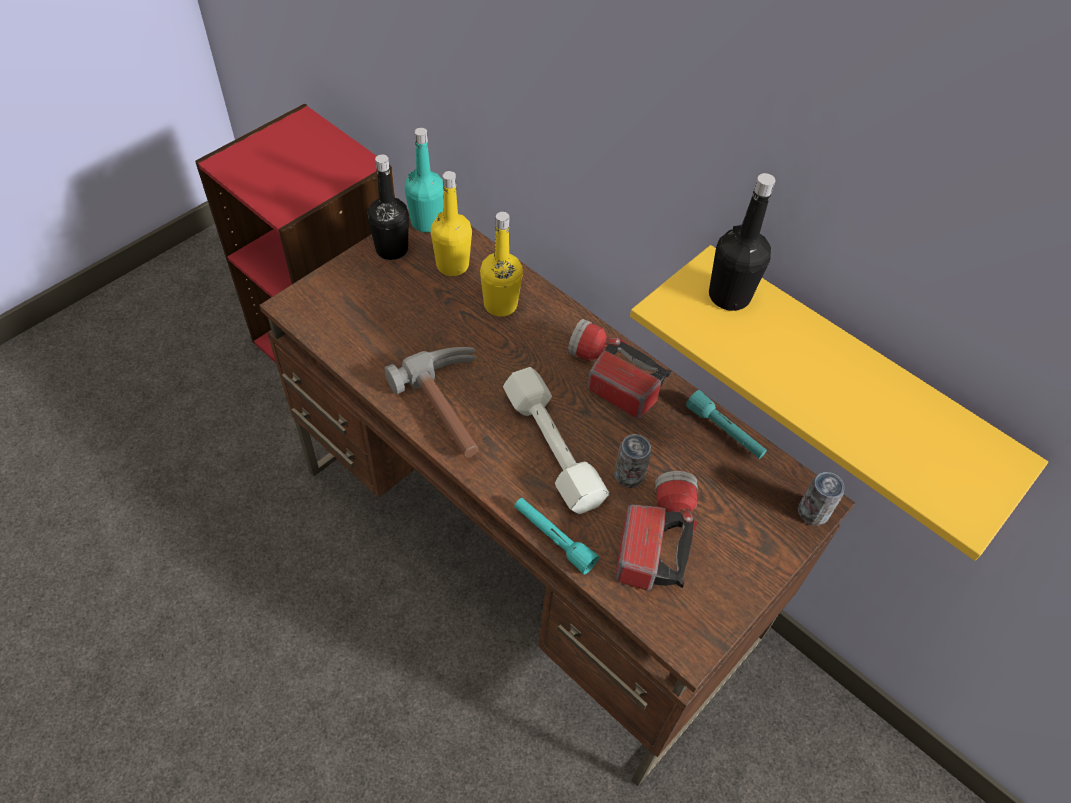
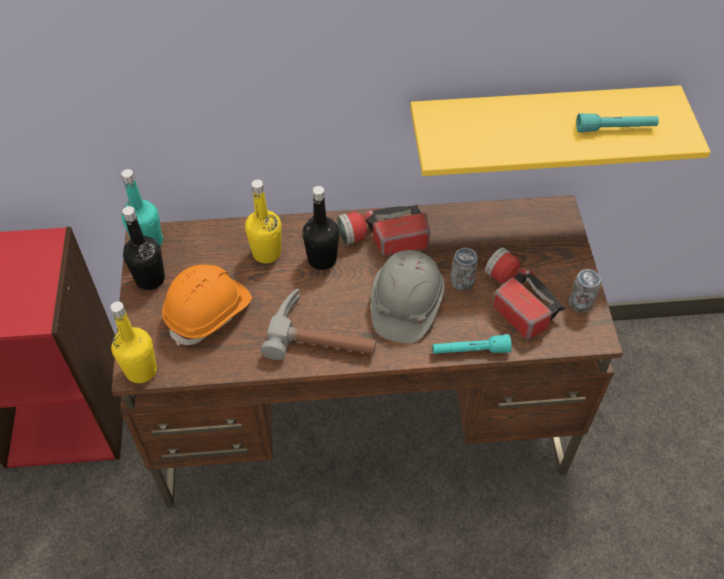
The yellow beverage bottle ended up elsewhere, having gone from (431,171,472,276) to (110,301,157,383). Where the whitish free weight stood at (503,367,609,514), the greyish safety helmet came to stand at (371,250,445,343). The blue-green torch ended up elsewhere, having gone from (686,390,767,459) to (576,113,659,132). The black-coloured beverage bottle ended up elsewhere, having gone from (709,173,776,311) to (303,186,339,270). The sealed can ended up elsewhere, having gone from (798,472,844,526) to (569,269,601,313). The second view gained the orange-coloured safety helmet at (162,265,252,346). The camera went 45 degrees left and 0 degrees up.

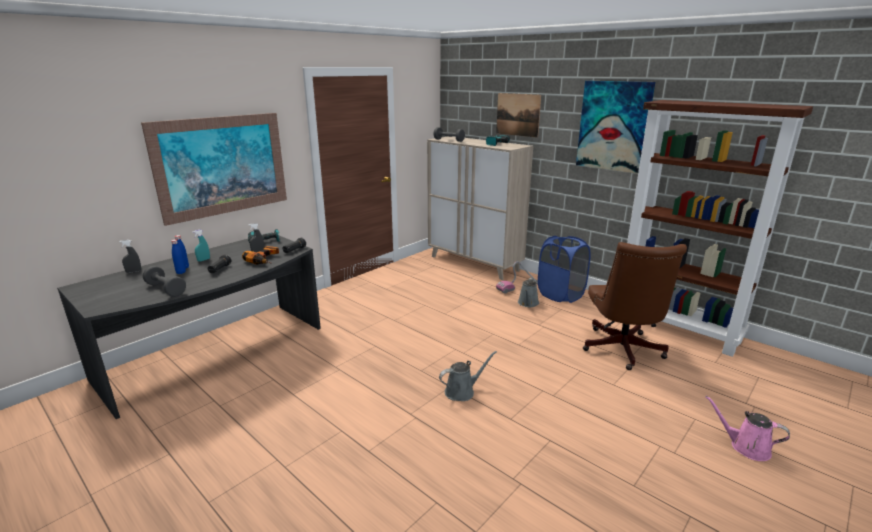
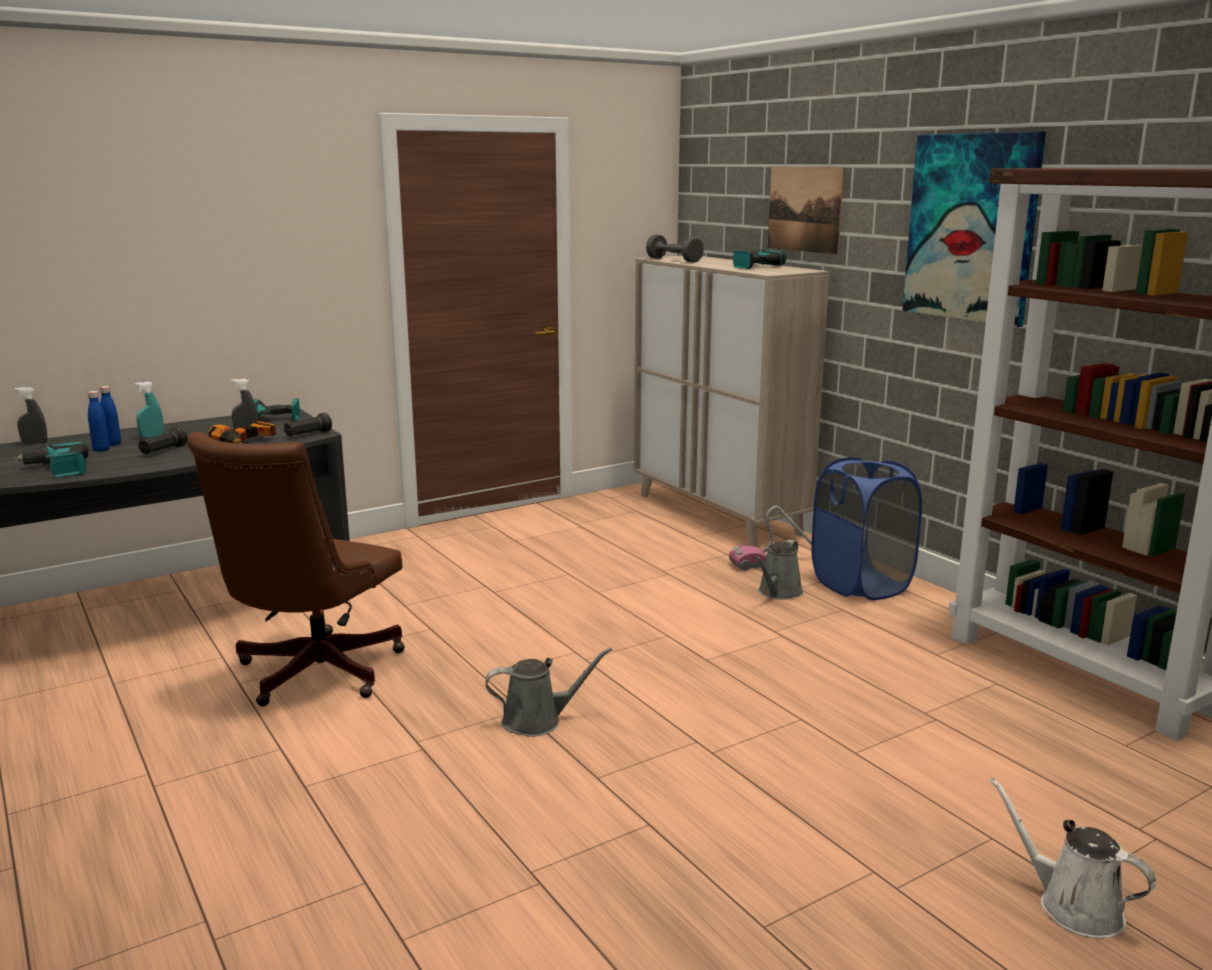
The second view lost the wall art at (141,113,287,226). Where the greyish free weight stood at (143,266,186,297), the power drill came to stand at (14,441,89,477). The brown computer chair ended up elsewhere, having gone from (583,242,687,370) to (187,432,405,706). What was the pink-coloured watering pot at (705,396,790,461) turned into the whitish watering pot at (989,777,1156,938). The camera went 15 degrees right and 5 degrees down.

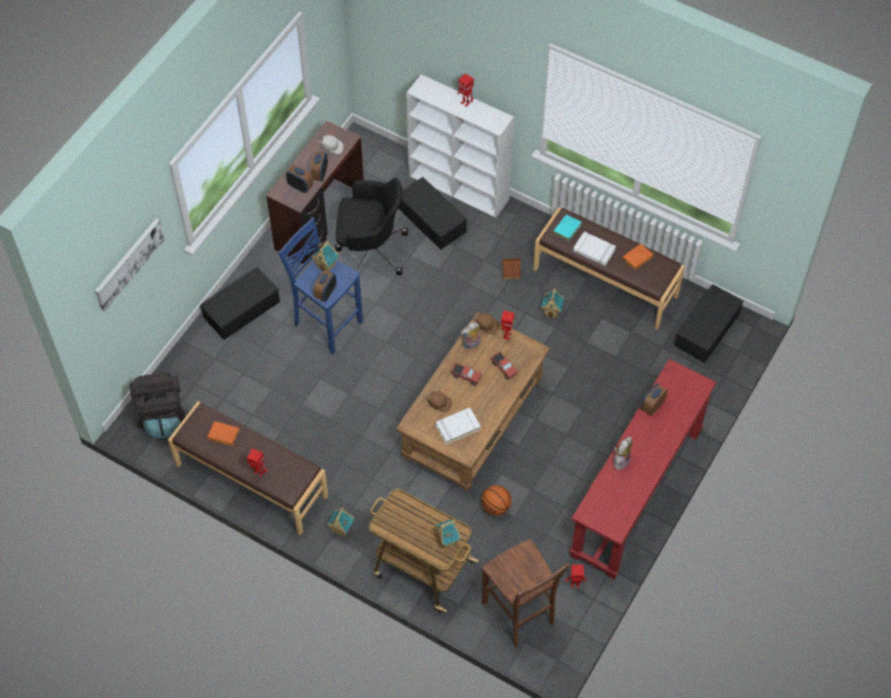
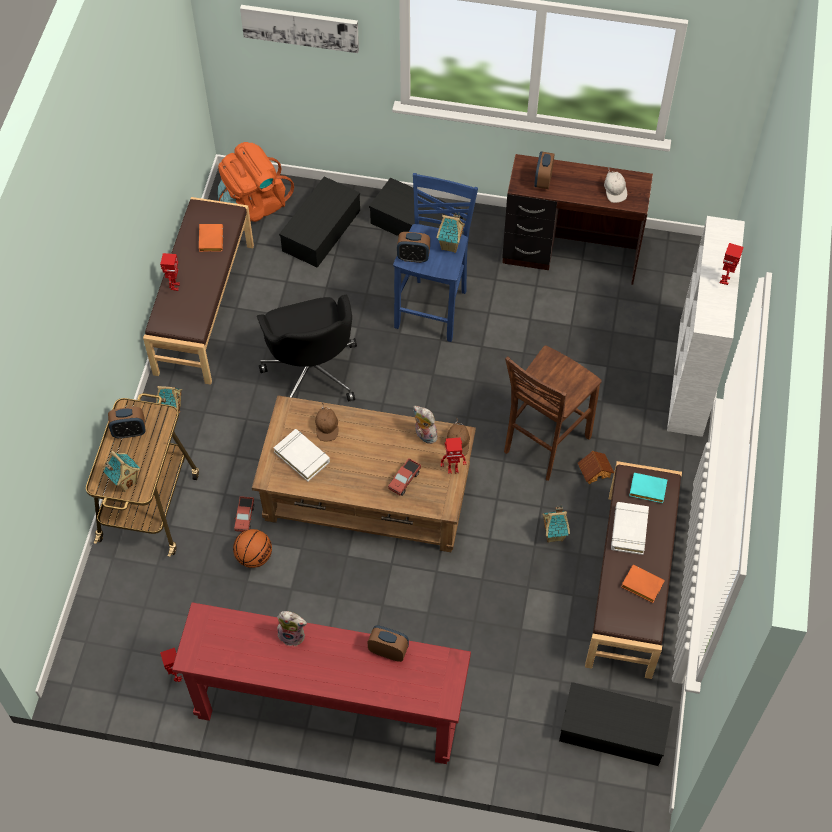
What was the black-coloured backpack at (129,373,185,439) turned into the orange-coloured backpack at (218,142,294,222). The bedside clock ended up elsewhere, having gone from (310,151,328,181) to (108,407,146,438). The black-coloured computer chair ended up elsewhere, having gone from (335,178,408,275) to (257,295,357,402). The black-coloured storage bin ended up elsewhere, having gone from (398,177,467,250) to (279,177,360,268). The toy lorry ended up elsewhere, having gone from (451,363,482,386) to (234,496,254,532). The brown sitting stool ended up elsewhere, having gone from (482,539,570,647) to (504,346,602,481). The camera went 70 degrees right and 0 degrees up.

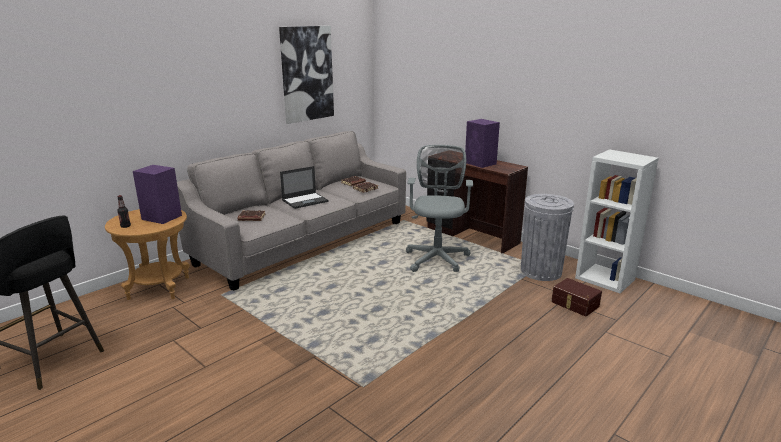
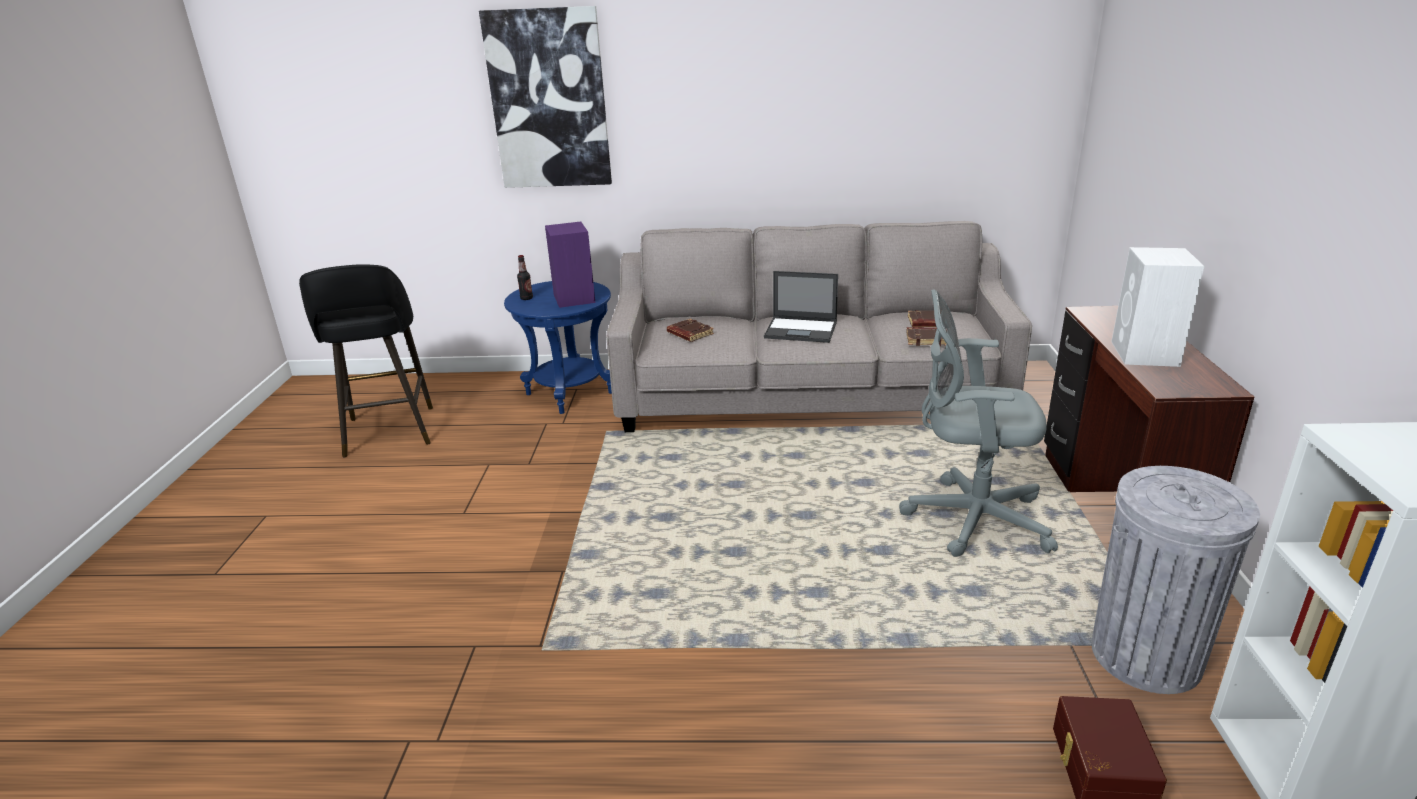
What was the brown end table at (105,209,190,300) turned into the blue end table at (504,281,612,414). The wall art ended up elsewhere, having gone from (279,26,334,124) to (479,6,612,188). The greyish computer chair at (406,145,473,272) ended up facing another way, 135 degrees counterclockwise from before. What was the purple-coloured loudspeaker at (465,119,500,168) turned into the whitish loudspeaker at (1111,247,1204,367). The camera went 50 degrees right and 5 degrees up.

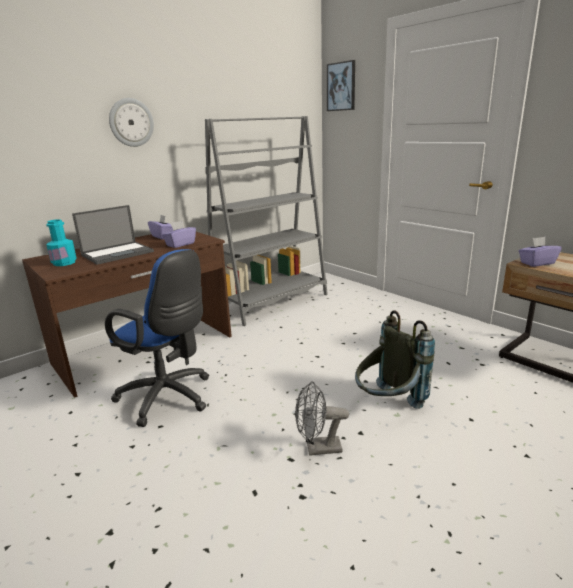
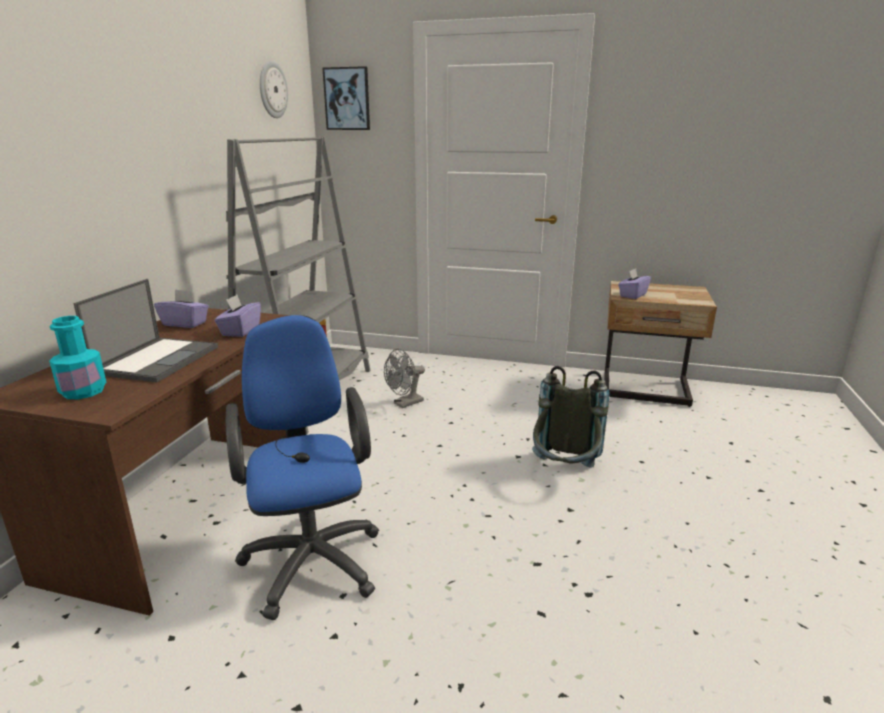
The blue computer chair at (105,249,209,427) ended up facing another way, 105 degrees counterclockwise from before. The wall clock ended up elsewhere, having gone from (109,98,154,147) to (260,61,288,118). The greyish cooling fan ended up elsewhere, having gone from (295,381,349,456) to (384,349,425,408). The camera went 35 degrees left and 0 degrees up.

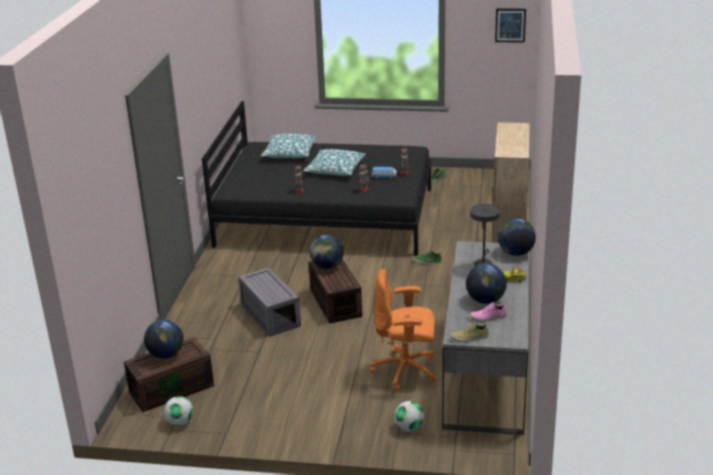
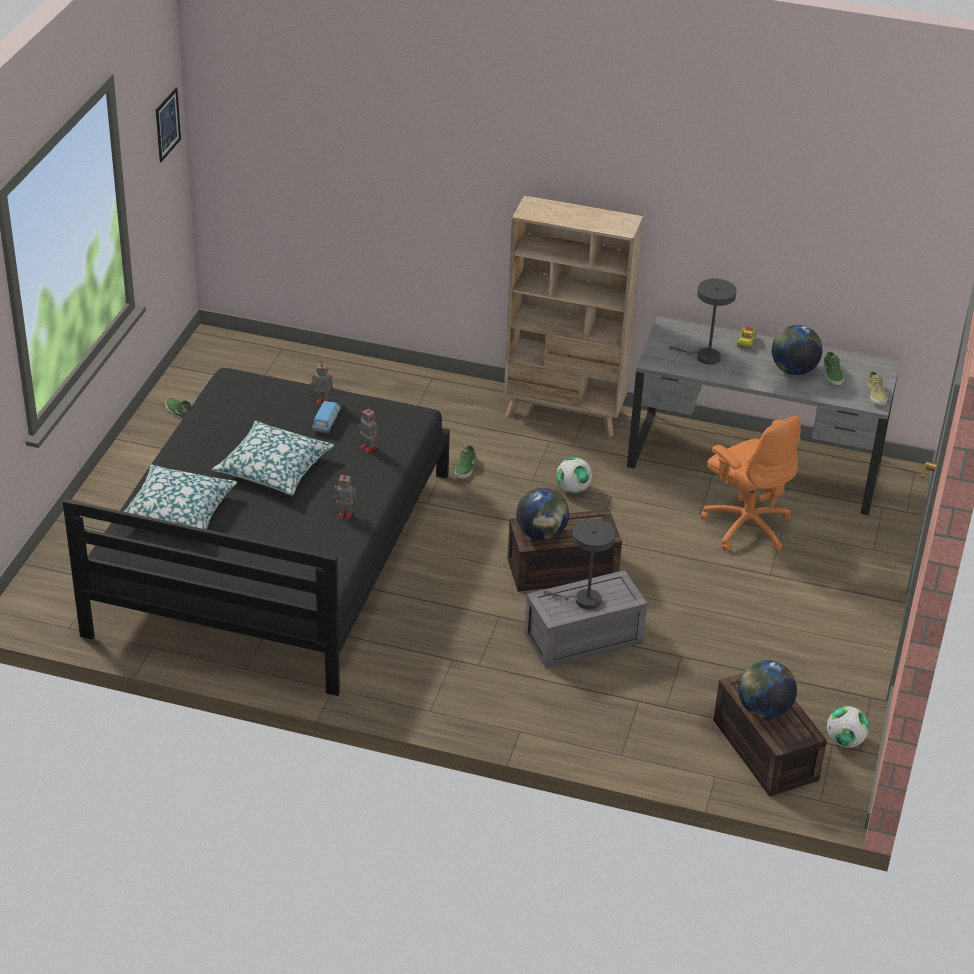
The orange-coloured computer chair at (371,269,437,391) ended up facing another way, 45 degrees counterclockwise from before. The football ended up elsewhere, having gone from (394,401,424,431) to (556,458,592,493). What was the pink-coloured shoe at (469,302,507,322) turned into the green-coloured shoe at (823,352,844,385). The second view lost the globe at (498,218,536,256). The second view gained the greyish table lamp at (543,518,615,609). The camera went 85 degrees left and 10 degrees up.

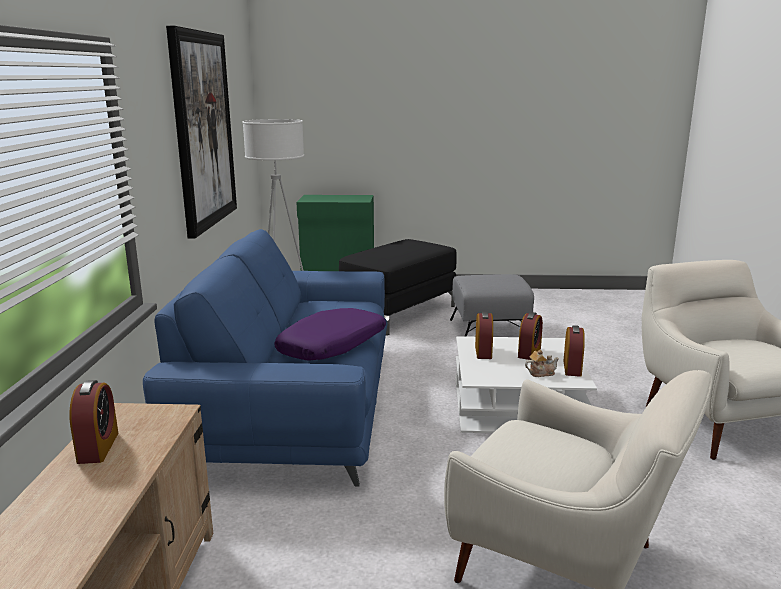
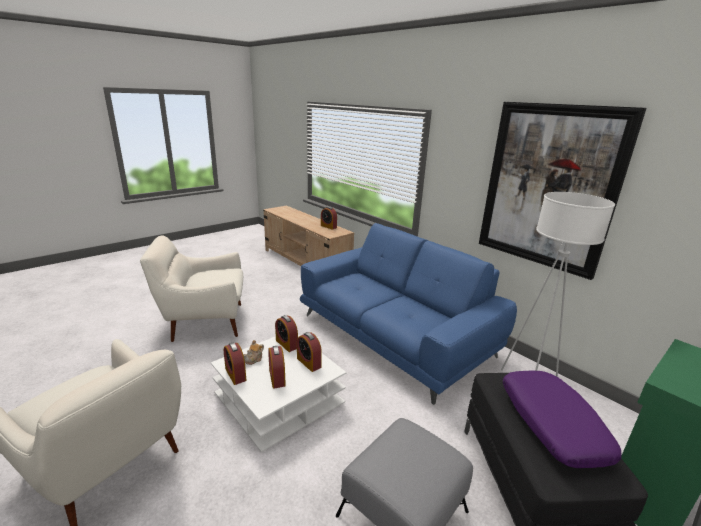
The purple-coloured cushion ended up elsewhere, having gone from (274,308,386,360) to (503,371,621,468). The second view gained the bedside clock at (275,315,298,352). The camera went 135 degrees right and 5 degrees up.

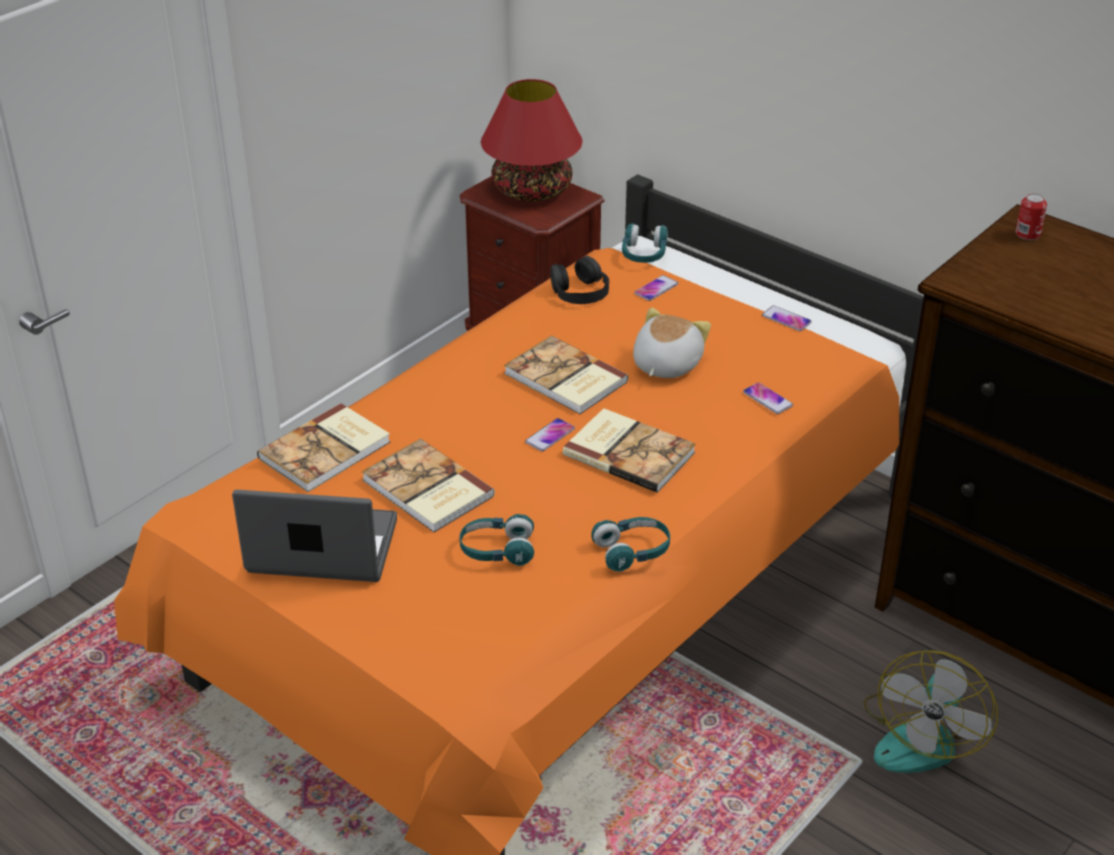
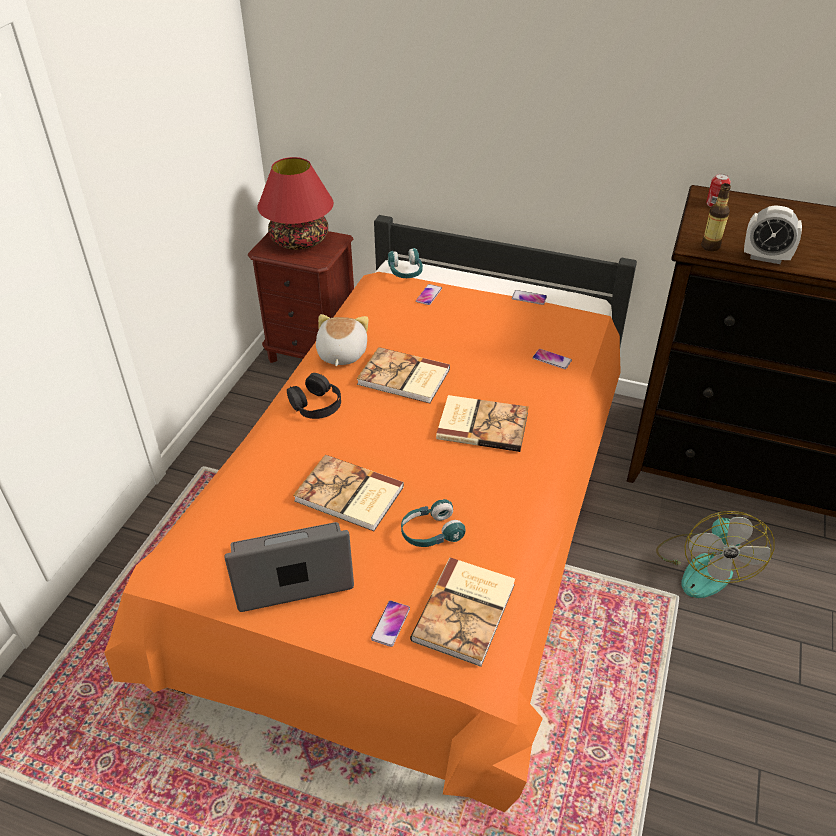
The volume ended up elsewhere, having gone from (257,403,390,492) to (410,558,515,667). The handset ended up elsewhere, having gone from (525,418,575,452) to (371,601,410,647). The black-coloured headset ended up elsewhere, having gone from (550,256,609,304) to (287,373,341,419). The second view lost the blue-green headset at (591,517,670,572). The soft toy ended up elsewhere, having gone from (633,308,711,378) to (316,314,368,366). The second view gained the beverage bottle at (701,183,731,251). The second view gained the bedside clock at (744,205,802,264). The camera went 20 degrees left and 5 degrees up.

